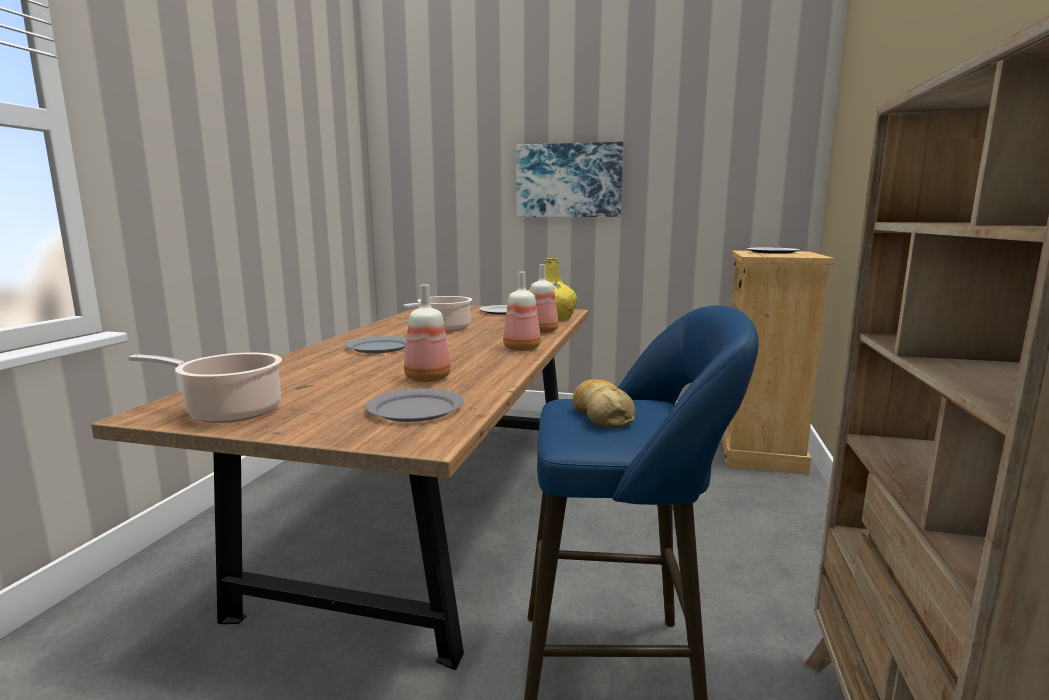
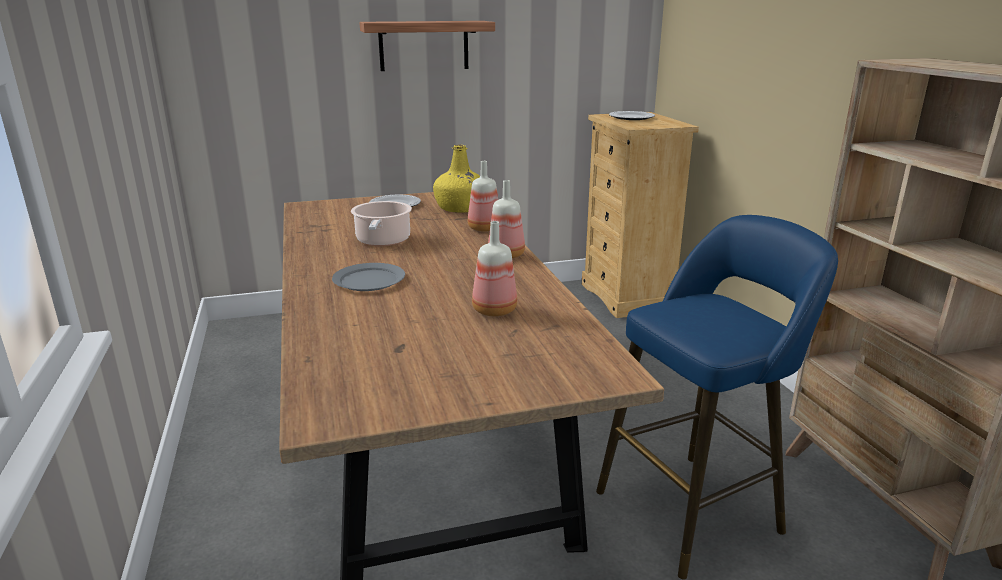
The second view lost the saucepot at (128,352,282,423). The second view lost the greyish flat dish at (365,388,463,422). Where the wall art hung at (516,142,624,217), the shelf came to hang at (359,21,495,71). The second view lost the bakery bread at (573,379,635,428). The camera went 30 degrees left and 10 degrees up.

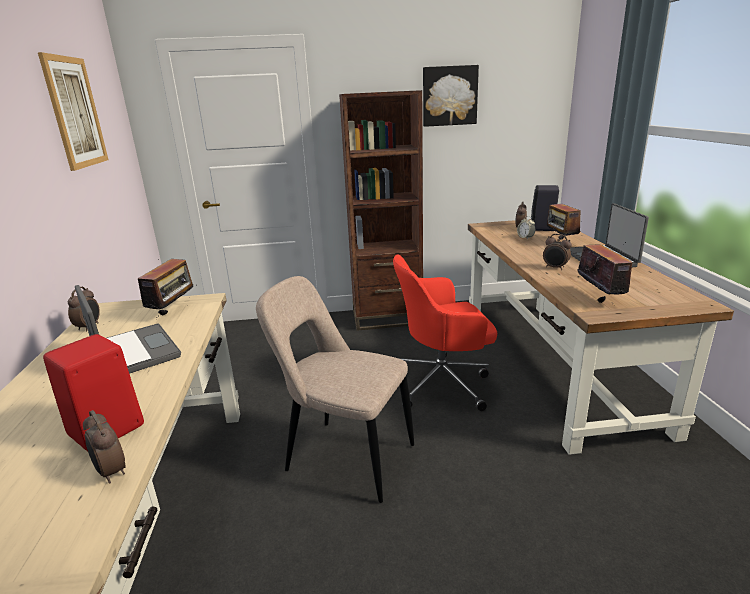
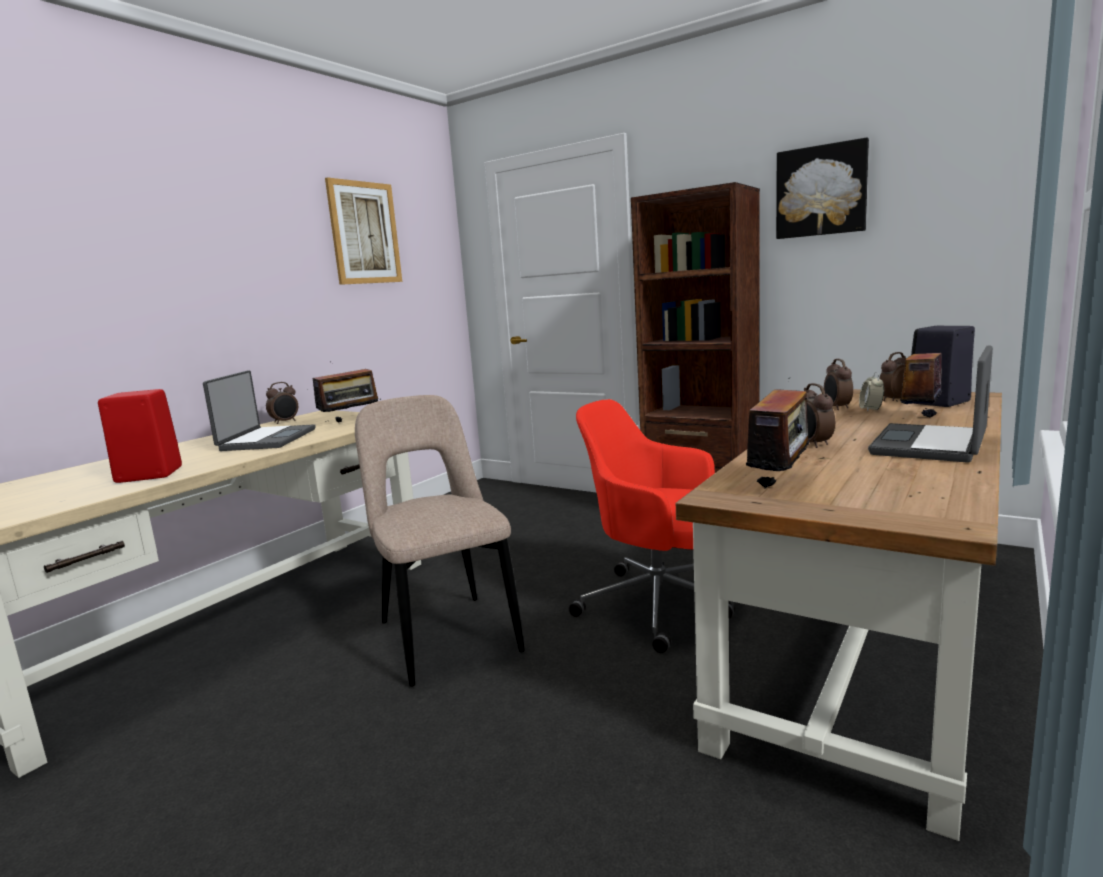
The bedside clock ended up elsewhere, having gone from (83,410,126,484) to (824,359,853,410). The camera went 40 degrees right and 10 degrees down.

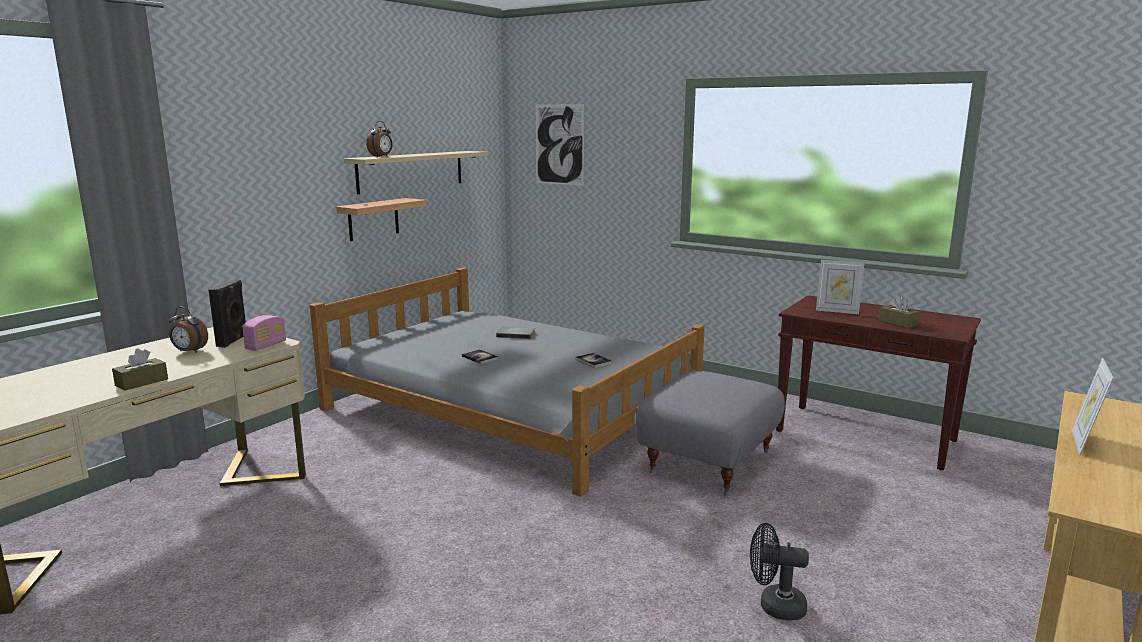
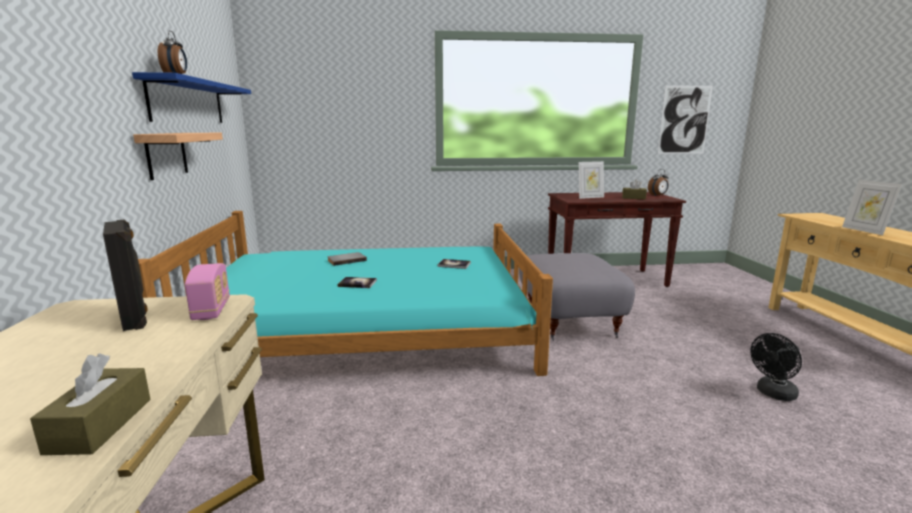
The bedside clock ended up elsewhere, having gone from (169,307,208,353) to (648,169,669,196). What was the greyish bedroom bed at (310,267,705,497) turned into the blue-green bedroom bed at (138,211,553,376). What was the beige-coloured shelf at (343,151,488,194) turned into the blue shelf at (132,72,251,123). The wall art ended up elsewhere, having gone from (536,104,584,186) to (658,85,713,154). The camera went 40 degrees left and 0 degrees up.

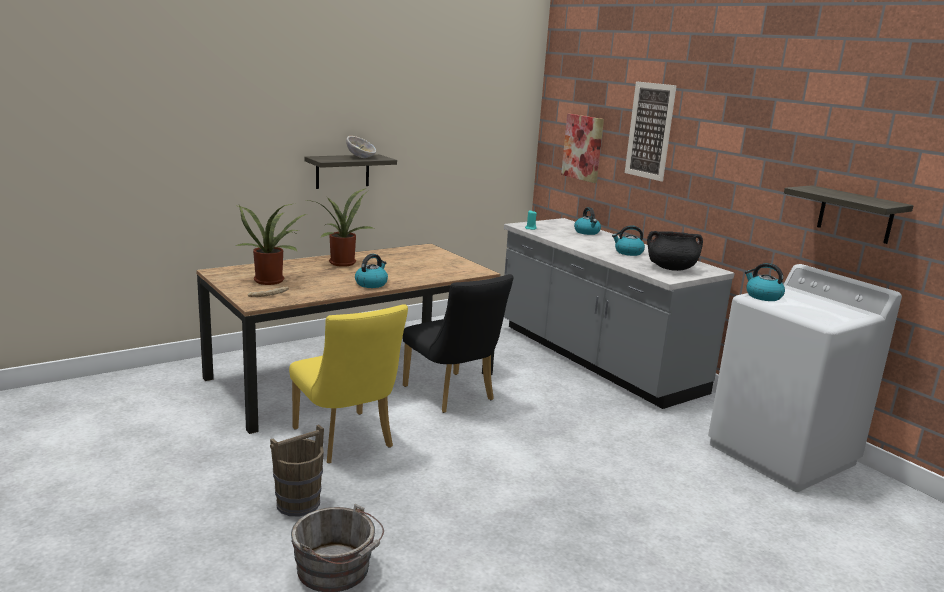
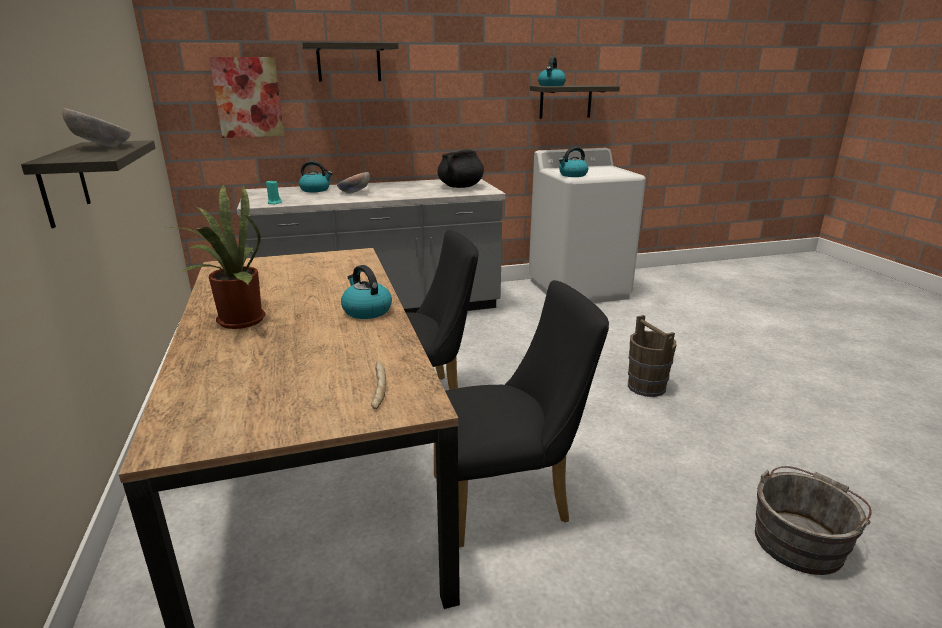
The second view lost the plant in a pot at (234,204,306,285). The brown bucket ended up elsewhere, having gone from (270,425,324,516) to (628,315,676,397). What was the yellow plain chair at (289,304,408,464) turned into the black-coloured plain chair at (434,280,609,548). The water kettle ended up elsewhere, having gone from (612,225,645,256) to (538,57,566,86). Where the wall art hung at (625,81,677,182), the shelf came to hang at (302,42,398,82). The second view gained the deep dish at (337,172,370,194). The camera went 70 degrees left and 5 degrees up.

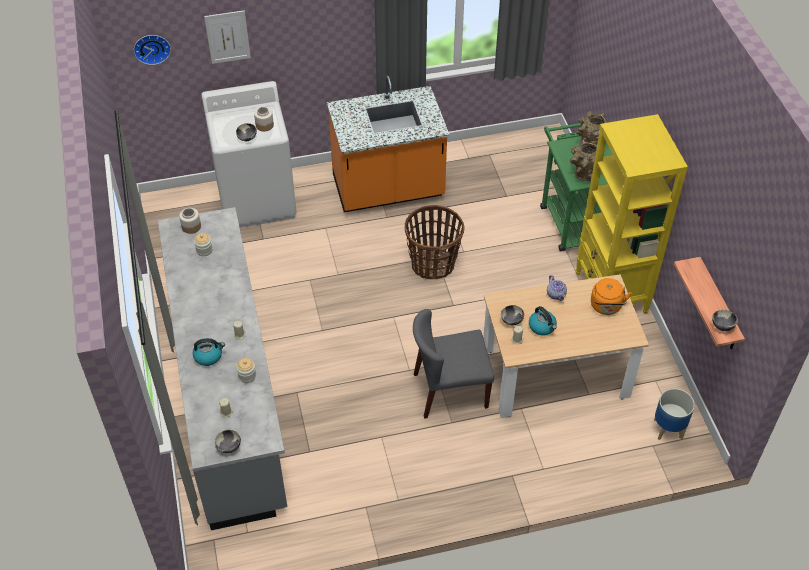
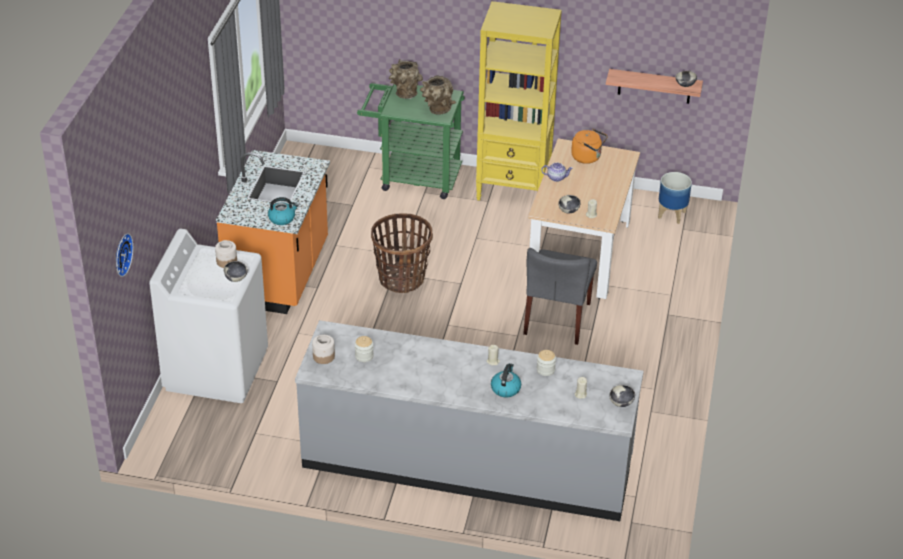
The second view lost the wall art at (204,10,251,64). The water kettle ended up elsewhere, having gone from (529,306,557,335) to (268,197,299,225). The camera went 65 degrees left and 10 degrees down.

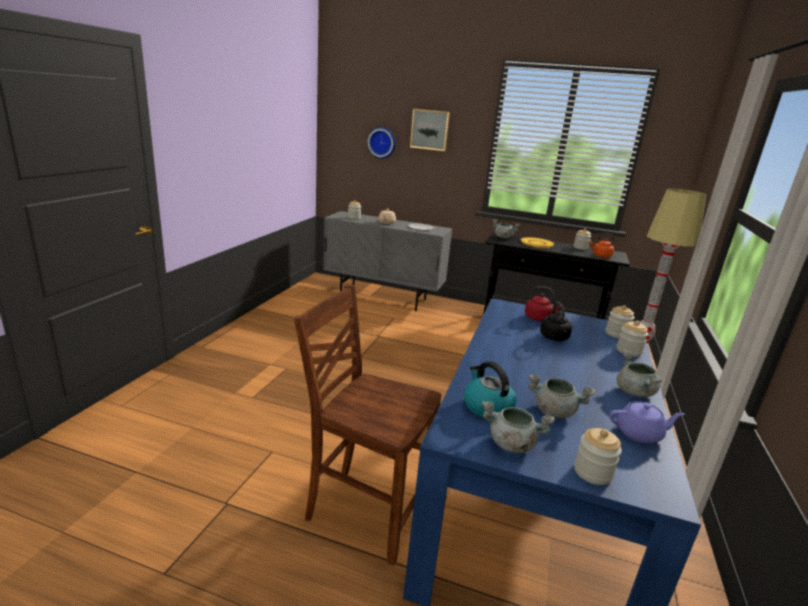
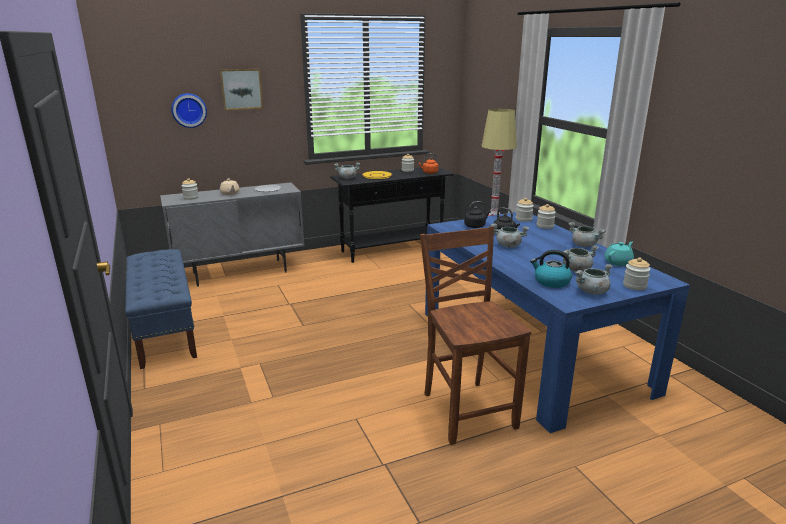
The brown plain chair at (294,285,441,566) ended up facing another way, 90 degrees clockwise from before. What was the red water kettle at (525,286,561,321) turned into the black-coloured water kettle at (464,201,491,228). What was the purple-coloured teapot at (609,401,685,444) turned into the blue-green teapot at (604,242,634,266). The second view gained the blue bench at (125,249,197,369). The second view gained the greyish saucepot at (491,224,529,248). The camera went 40 degrees left and 0 degrees up.

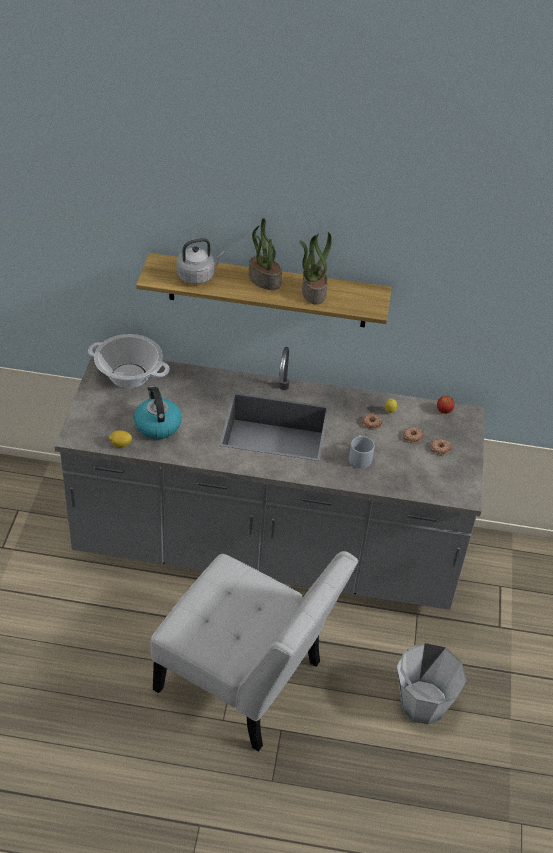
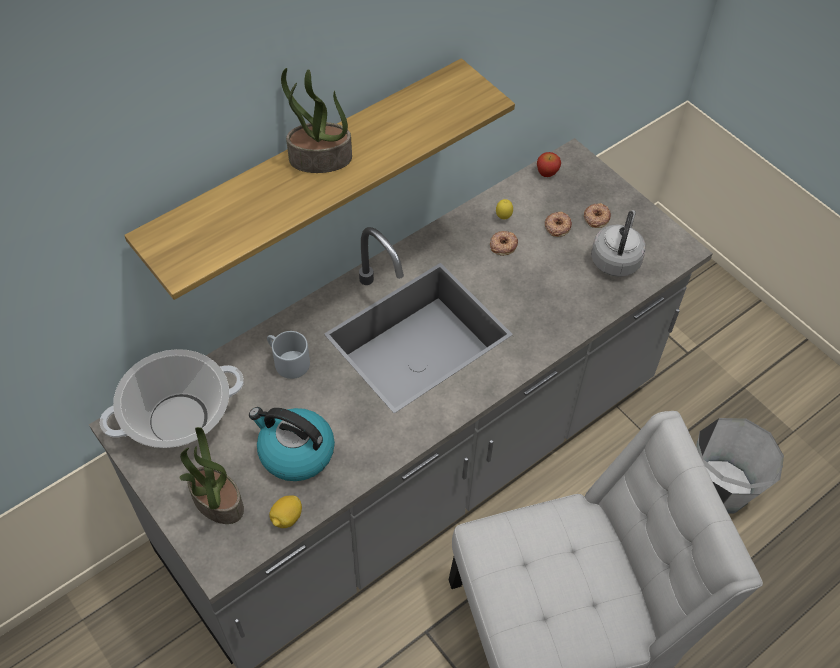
The greyish water kettle ended up elsewhere, having gone from (176,238,225,285) to (591,210,646,277). The plant in a pot ended up elsewhere, having gone from (299,232,332,305) to (179,427,244,524). The greyish coffee mug ended up elsewhere, having gone from (349,435,374,469) to (267,331,310,379). The camera went 45 degrees left and 10 degrees up.

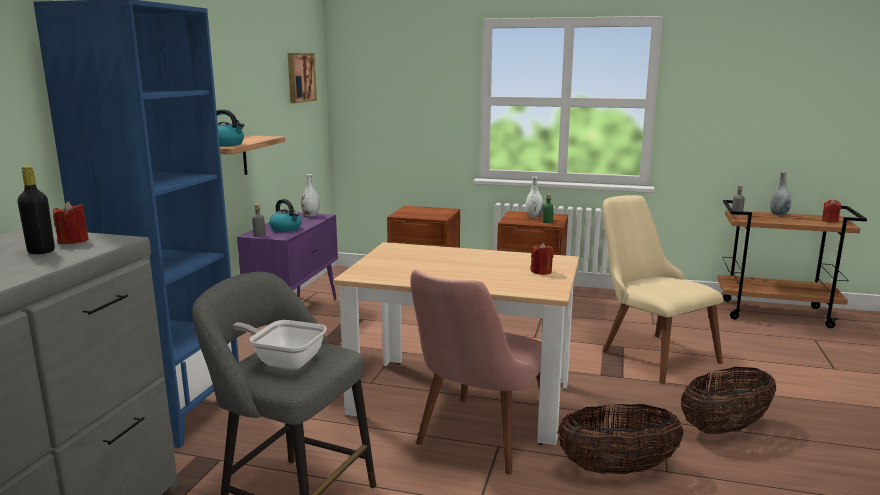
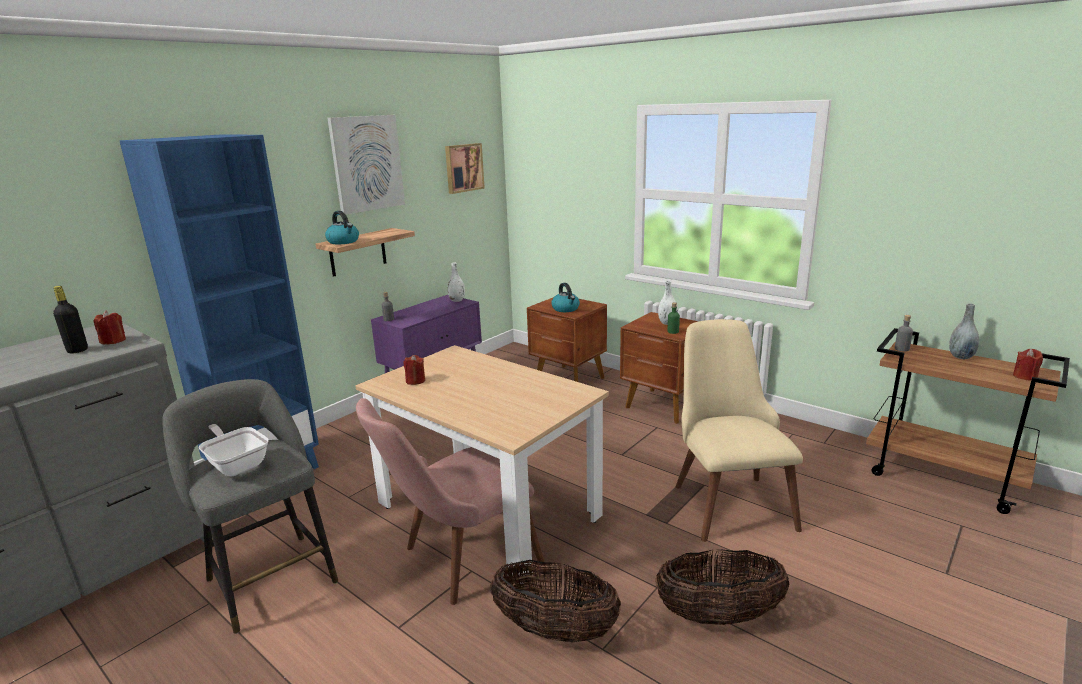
The water kettle ended up elsewhere, having gone from (269,199,302,232) to (551,283,580,312). The red wax light ended up elsewhere, having gone from (530,243,554,275) to (403,355,425,385). The second view gained the wall art at (327,115,405,215). The camera went 25 degrees right and 5 degrees up.

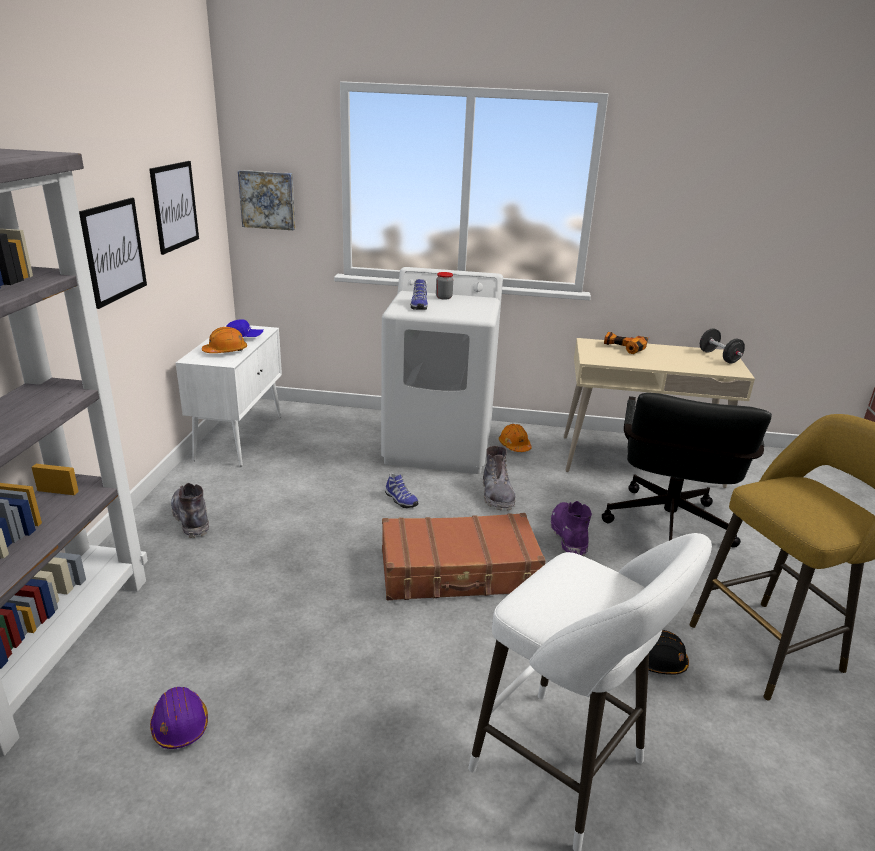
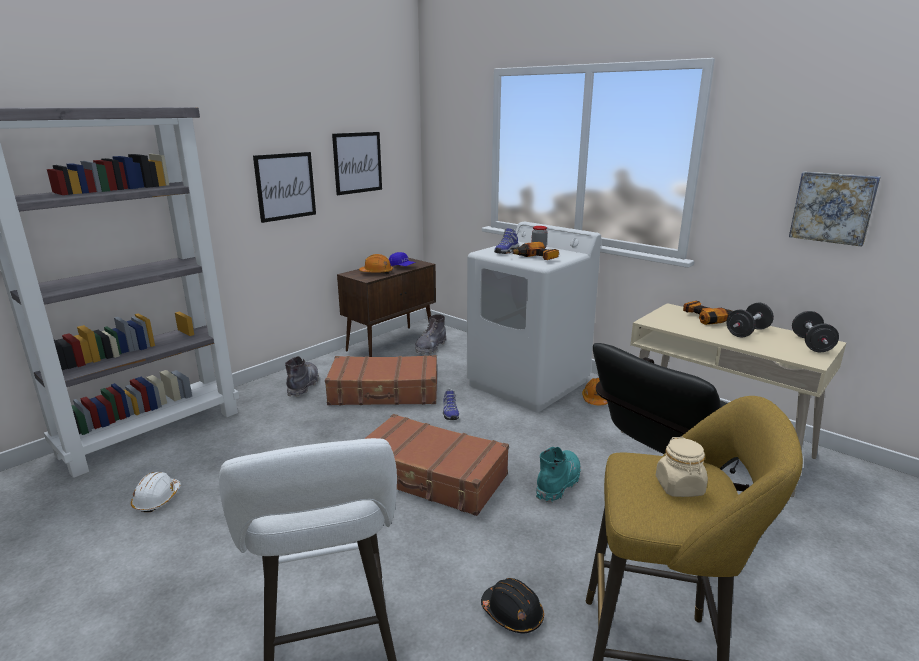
What was the purple-coloured safety helmet at (150,687,208,749) turned into the whitish safety helmet at (131,472,181,512). What was the whitish cabinet at (176,325,282,466) turned into the brown cabinet at (337,258,436,357). The wall art ended up elsewhere, having gone from (238,170,295,230) to (789,172,881,247). The greyish high-top boot ended up elsewhere, having gone from (483,446,516,511) to (415,314,446,354). What was the purple-coloured high-top boot at (551,501,592,556) turned into the blue-green high-top boot at (536,447,581,503). The second view gained the brown suitcase at (325,355,437,406). The second view gained the power drill at (506,242,559,260). The second view gained the beige-coloured jar at (656,437,708,497). The second view gained the black-coloured free weight at (726,303,774,337). The camera went 35 degrees right and 5 degrees down.

